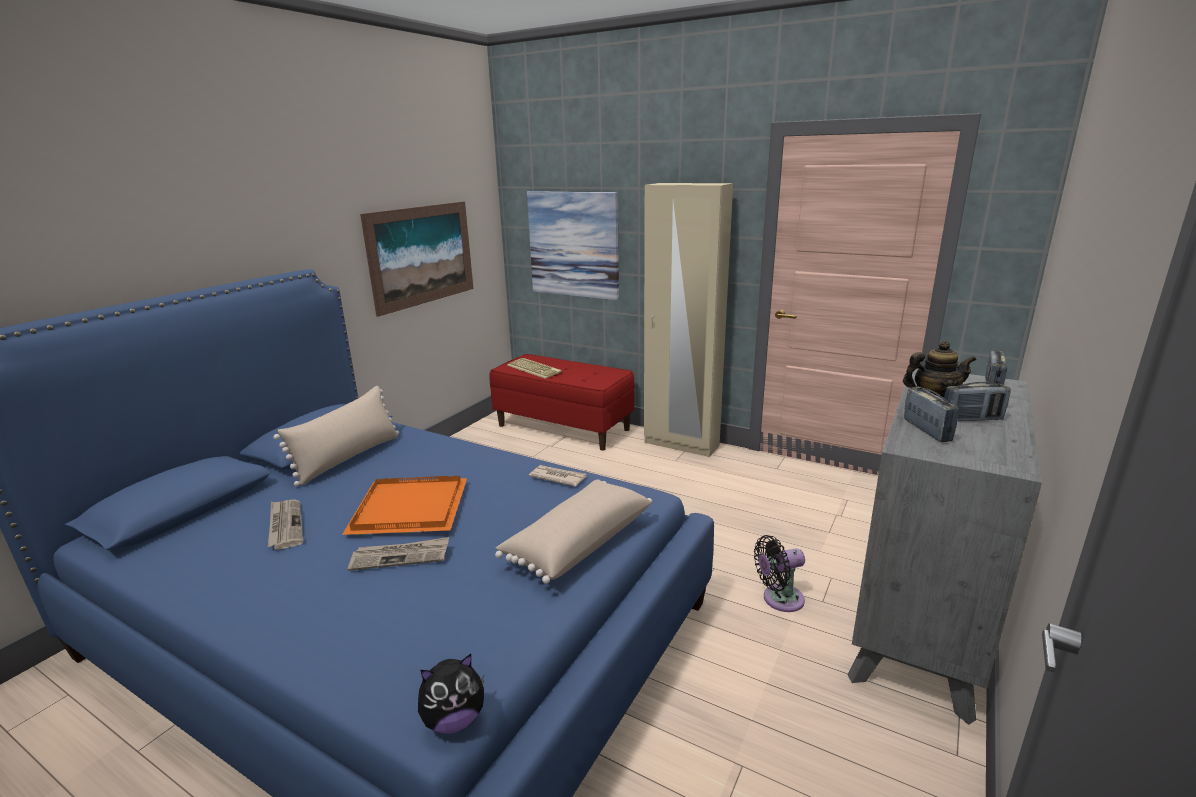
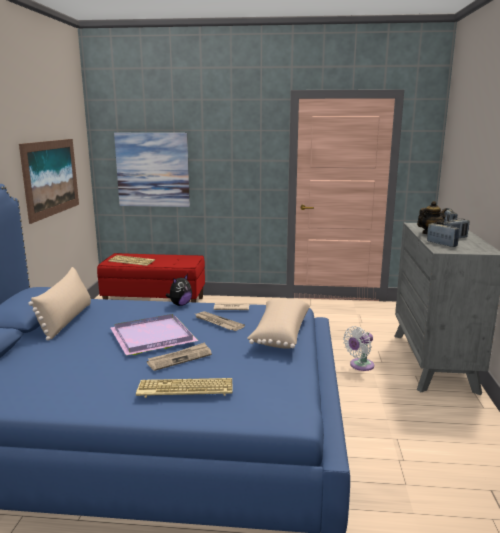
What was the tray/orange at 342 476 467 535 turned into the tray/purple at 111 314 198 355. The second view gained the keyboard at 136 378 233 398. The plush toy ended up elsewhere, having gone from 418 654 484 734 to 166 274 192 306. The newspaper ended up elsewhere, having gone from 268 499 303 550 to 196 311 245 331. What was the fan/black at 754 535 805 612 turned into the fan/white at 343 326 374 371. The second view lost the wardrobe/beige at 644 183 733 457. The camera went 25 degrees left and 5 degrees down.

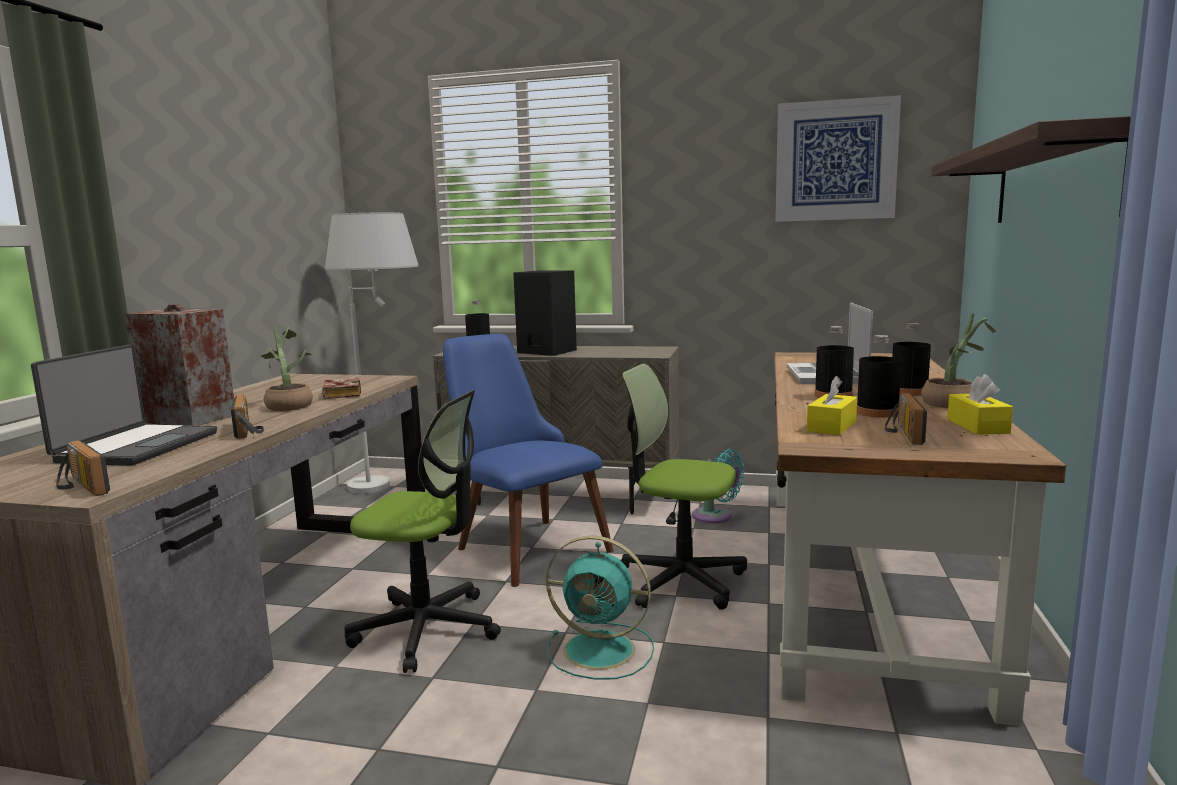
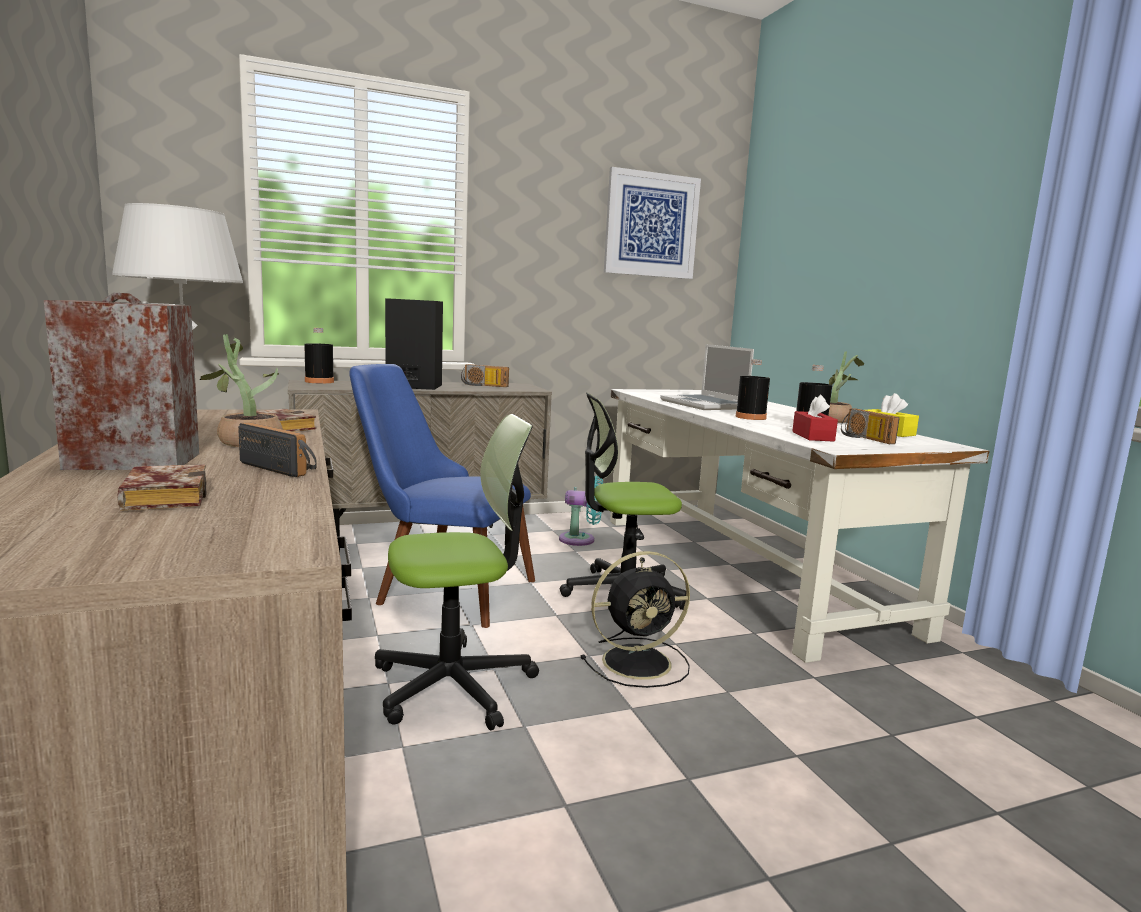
Where the laptop stood at 31 345 217 466, the book came to stand at 117 464 207 511. The radio ended up elsewhere, having gone from 56 440 110 496 to 461 364 509 387. What was the fan/turquoise at 546 536 654 679 turned into the fan/black at 580 551 690 688. What was the desk/brown at 775 352 1066 726 turned into the desk/white at 610 389 990 663. What was the tissue box/yellow at 807 376 857 435 turned into the tissue box/red at 792 395 838 442. The second view lost the bottle/black at 892 323 931 396. The second view lost the shelf at 931 116 1131 223. The camera went 35 degrees left and 0 degrees up.

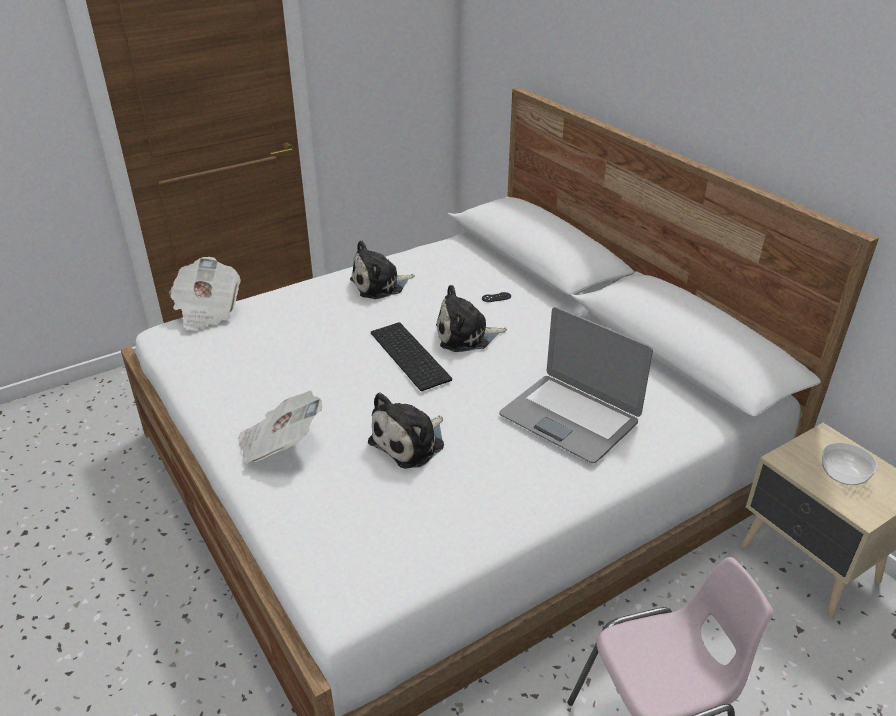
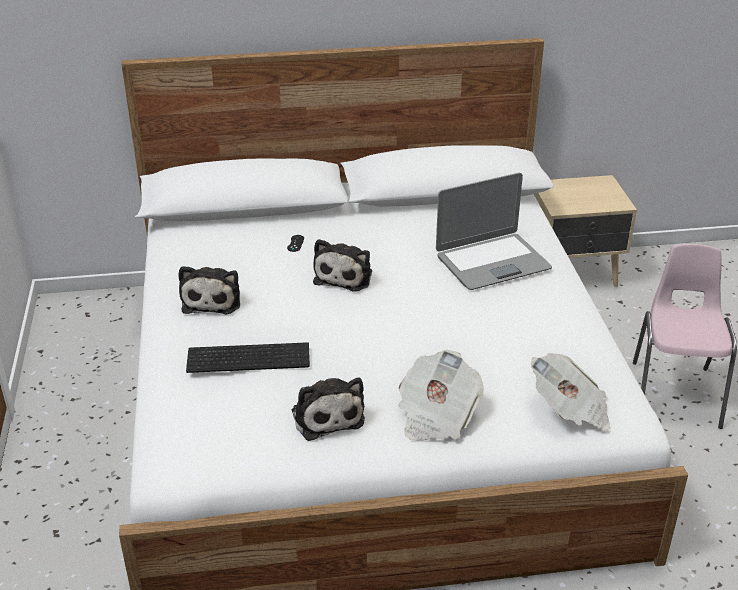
The keyboard ended up elsewhere, having gone from 371 322 452 391 to 186 342 310 373. The plush toy ended up elsewhere, having gone from 368 392 444 469 to 292 377 365 441. The newspaper ended up elsewhere, having gone from 170 257 241 330 to 531 353 611 430. The second view lost the bowl at 822 442 877 485. The camera went 65 degrees left and 0 degrees up.

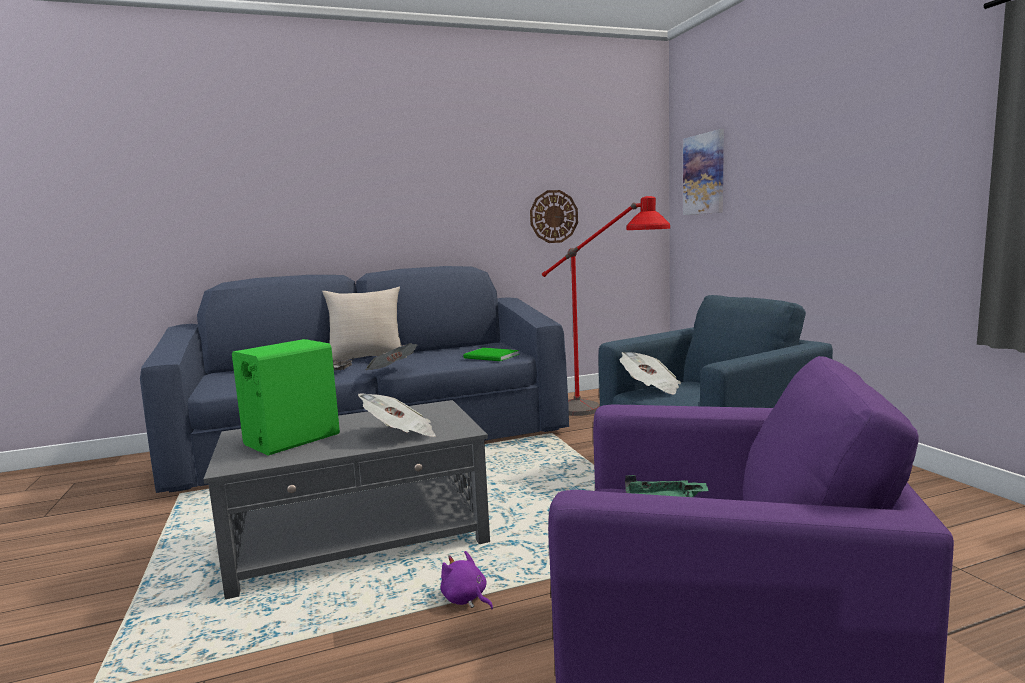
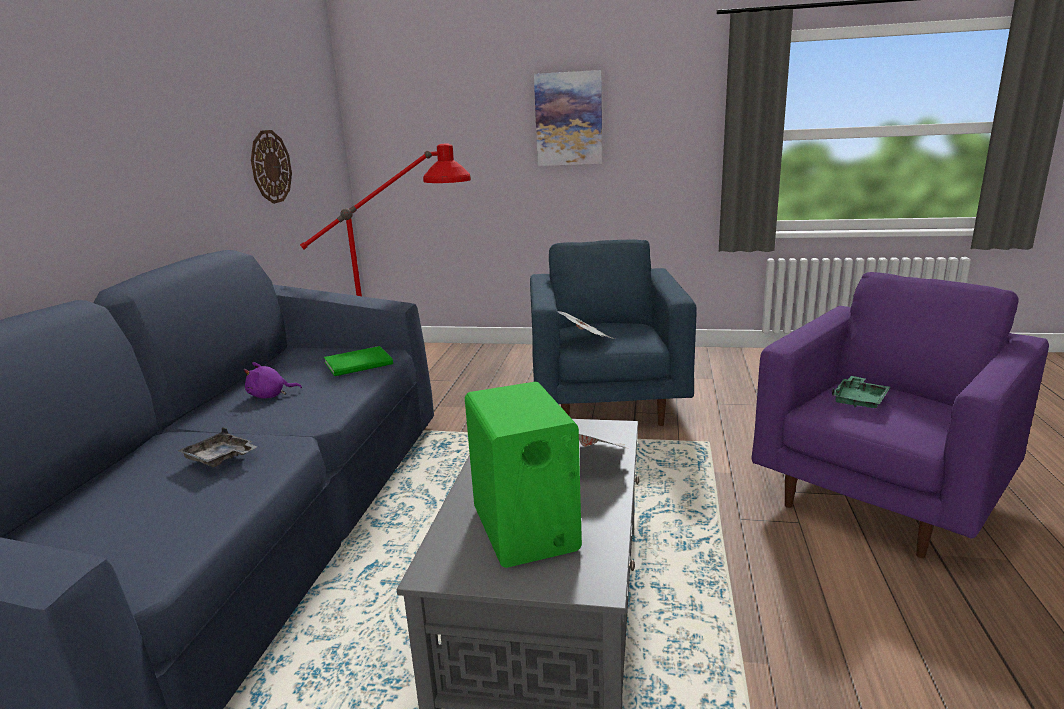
The plush toy/purple ended up elsewhere, having gone from 440 551 493 610 to 243 362 302 398. The picture ended up elsewhere, having gone from 683 129 724 215 to 534 70 602 166. The second view lost the pillow/beige at 322 286 407 361. The second view lost the newspaper at 365 343 417 370. The camera went 60 degrees left and 10 degrees up.

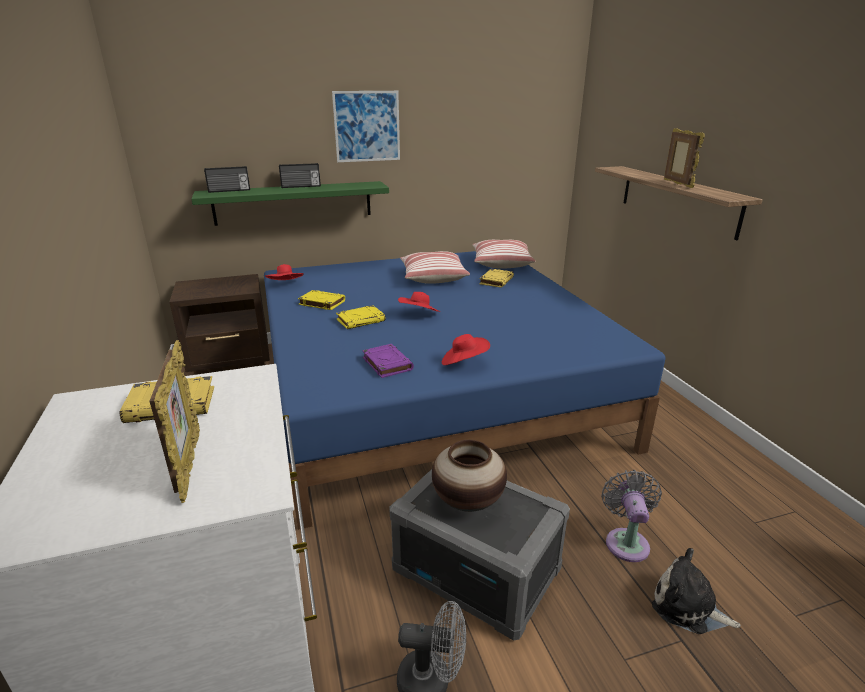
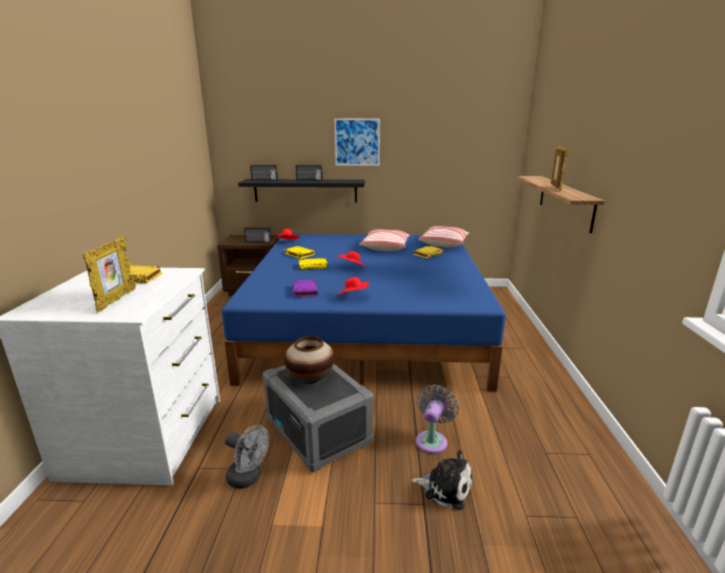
What was the shelf/green at 191 181 389 226 turned into the shelf/black at 238 179 365 202. The second view gained the radio at 244 227 272 243. The plush toy at 652 548 741 634 ended up facing another way, 150 degrees clockwise from before. The camera went 20 degrees right and 5 degrees down.

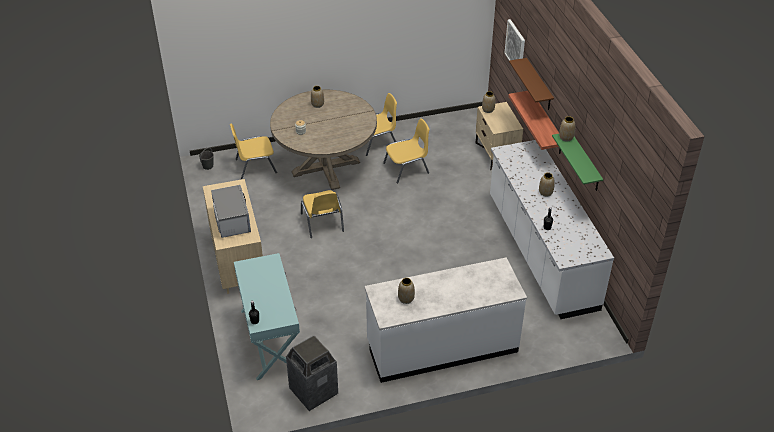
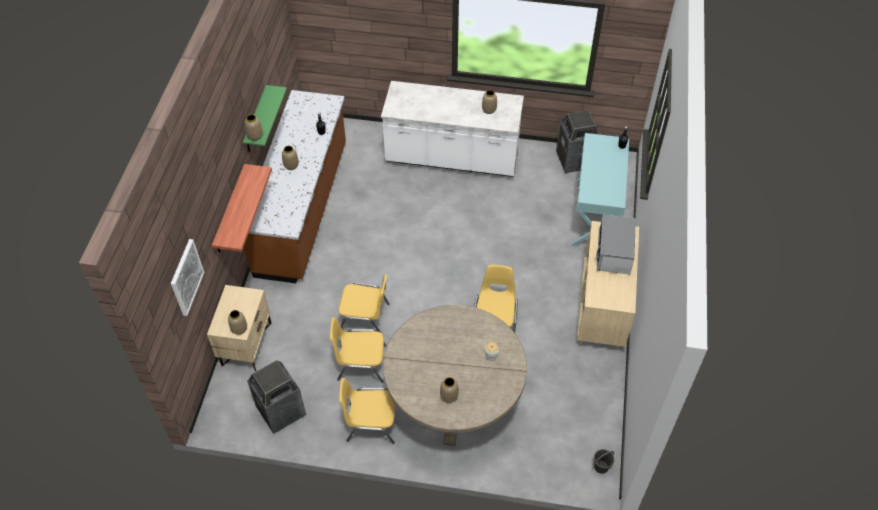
What was the counter/white at 490 140 614 319 turned into the counter/brown at 244 90 346 283. The second view gained the trash can at 247 360 306 434. The chair/yellow ended up elsewhere, having gone from 230 123 277 179 to 338 274 390 333. The second view lost the shelf/brown at 509 58 554 110. The camera went 155 degrees left and 10 degrees up.

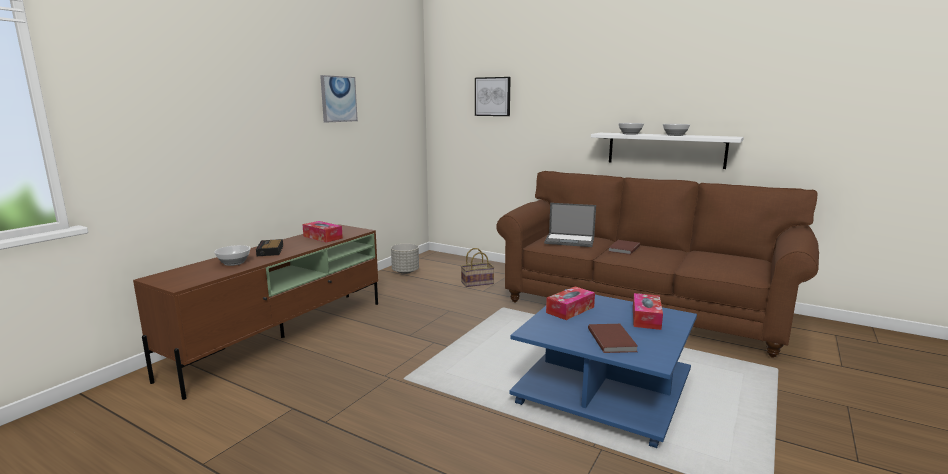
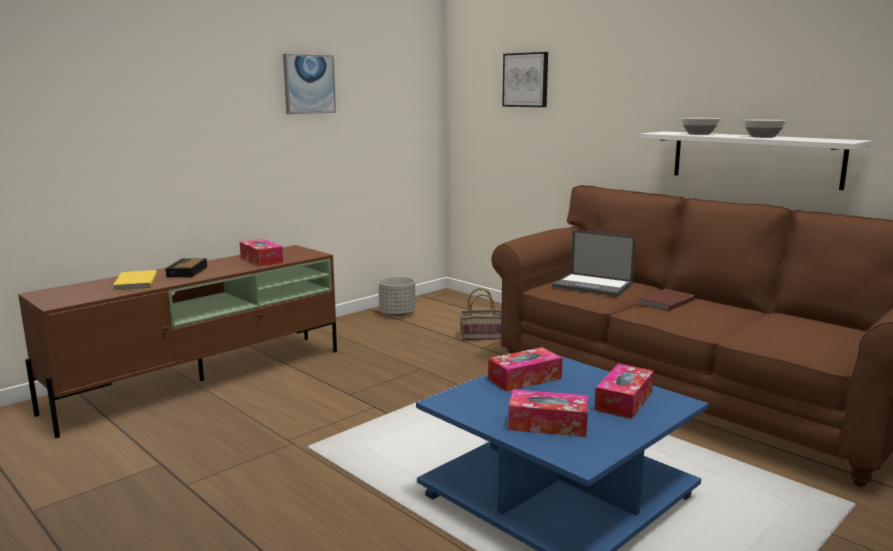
Where the bowl stood at 214 245 251 266, the book/yellow came to stand at 113 270 157 291. Where the book/brown stood at 588 324 638 353, the tissue box came to stand at 508 389 588 437. The camera went 15 degrees right and 0 degrees up.

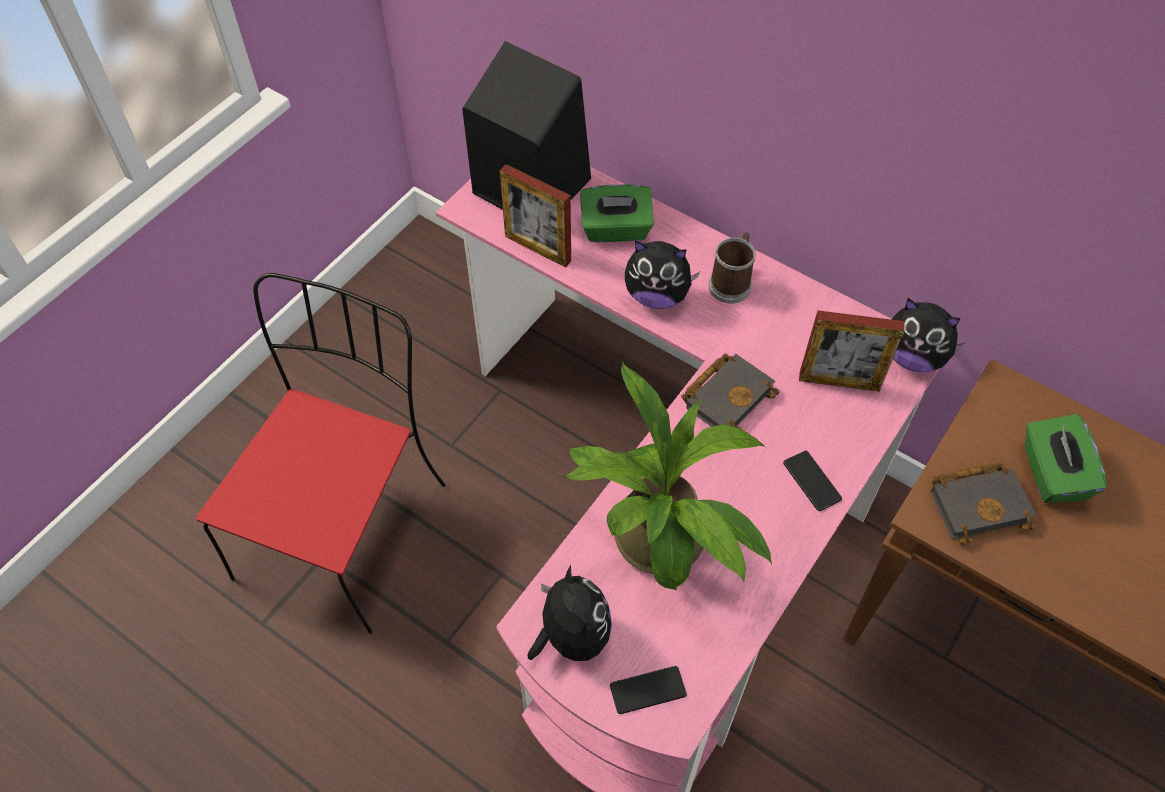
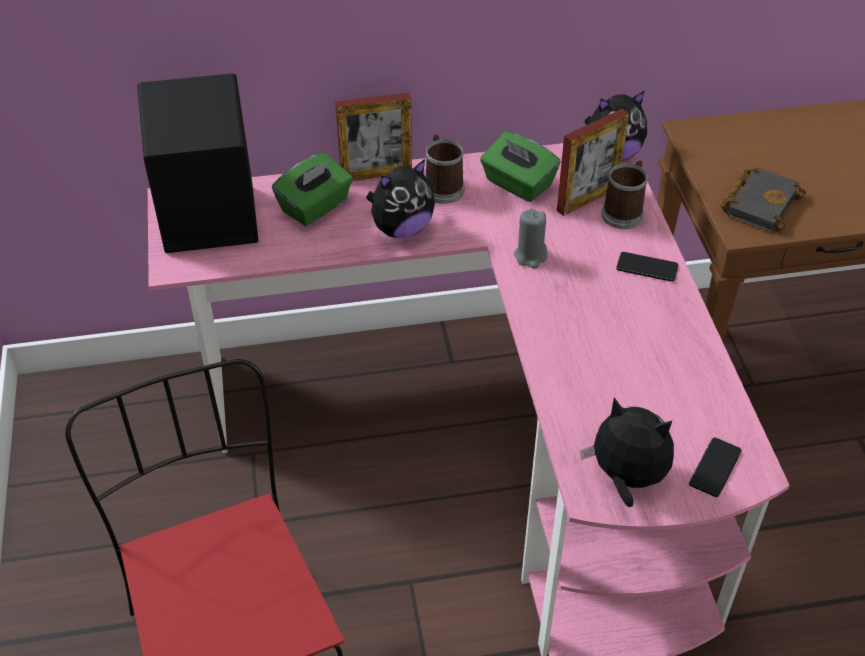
The picture frame ended up elsewhere, having gone from 499 164 571 267 to 335 93 412 181. The tissue box/green ended up elsewhere, having gone from 1024 414 1107 503 to 480 132 561 202. Where the book/black stood at 681 353 780 429, the candle/grey came to stand at 514 209 548 268. The second view gained the mug at 601 160 648 229. The second view lost the potted plant at 563 362 772 590. The camera went 45 degrees left and 10 degrees down.

